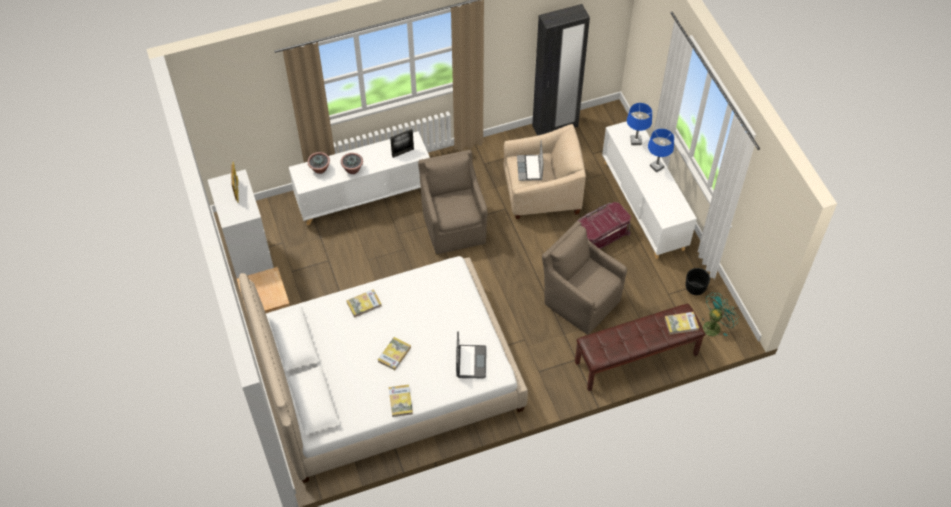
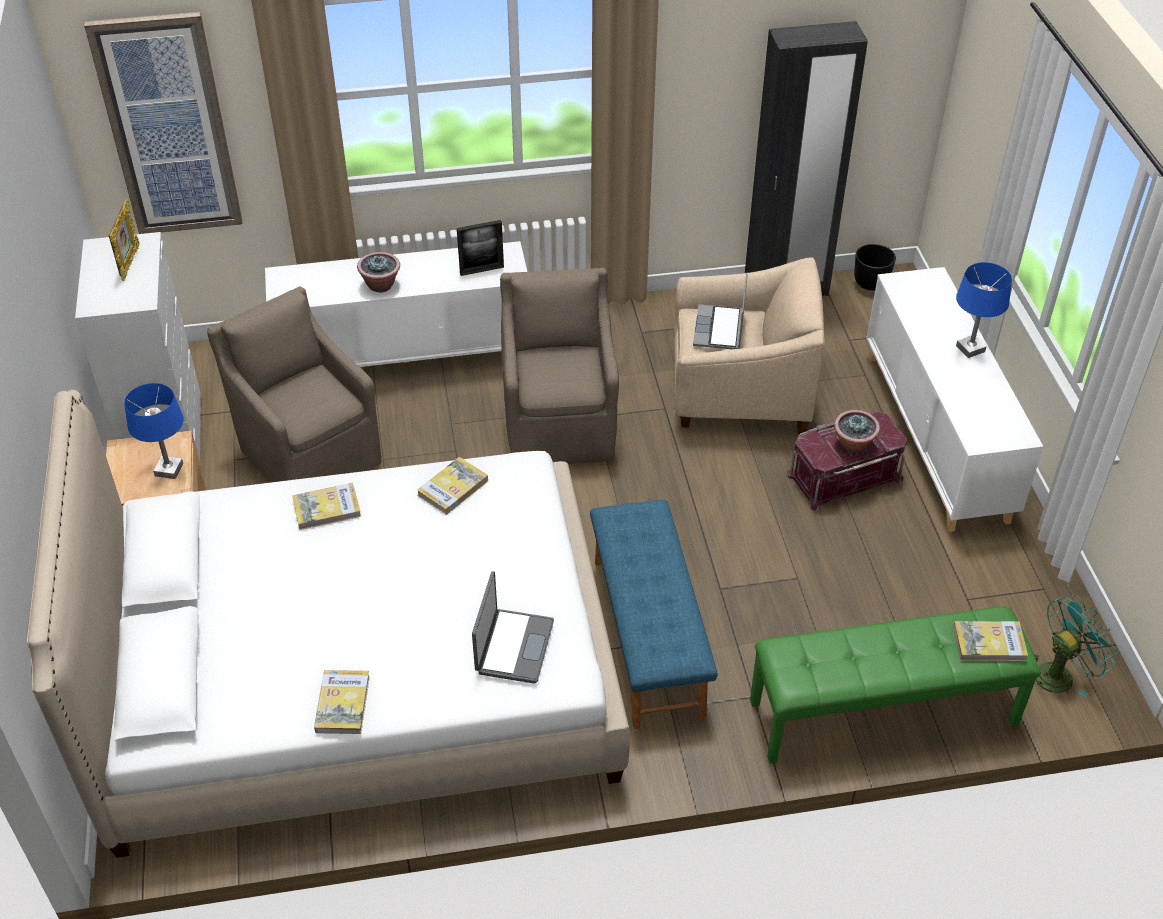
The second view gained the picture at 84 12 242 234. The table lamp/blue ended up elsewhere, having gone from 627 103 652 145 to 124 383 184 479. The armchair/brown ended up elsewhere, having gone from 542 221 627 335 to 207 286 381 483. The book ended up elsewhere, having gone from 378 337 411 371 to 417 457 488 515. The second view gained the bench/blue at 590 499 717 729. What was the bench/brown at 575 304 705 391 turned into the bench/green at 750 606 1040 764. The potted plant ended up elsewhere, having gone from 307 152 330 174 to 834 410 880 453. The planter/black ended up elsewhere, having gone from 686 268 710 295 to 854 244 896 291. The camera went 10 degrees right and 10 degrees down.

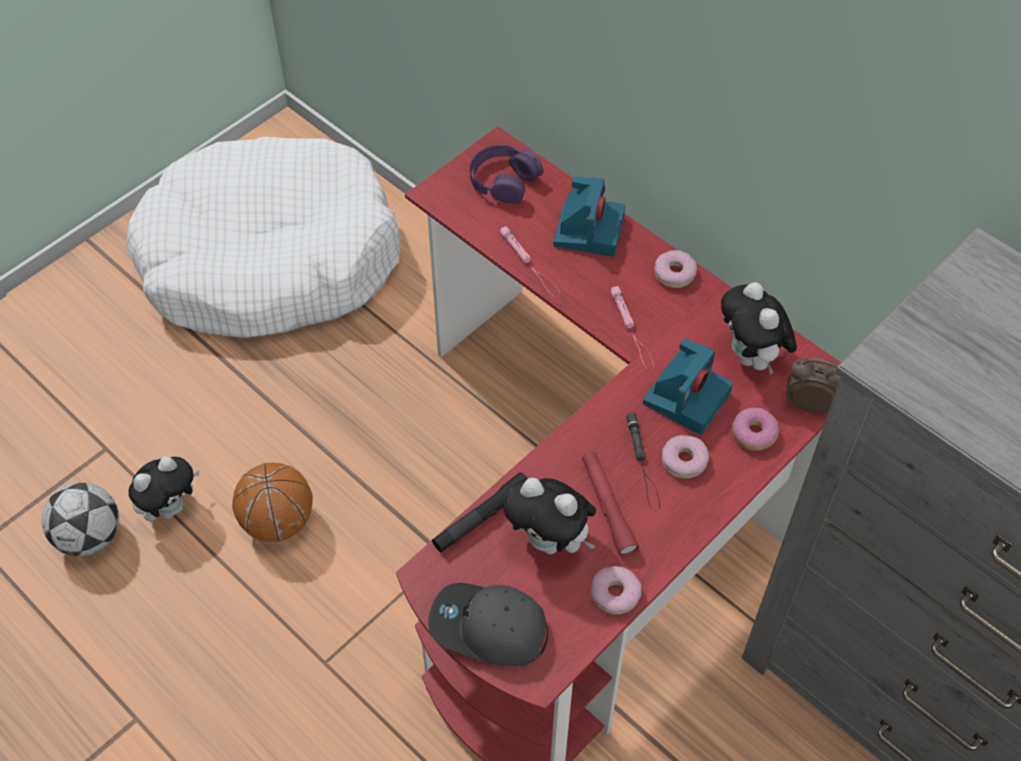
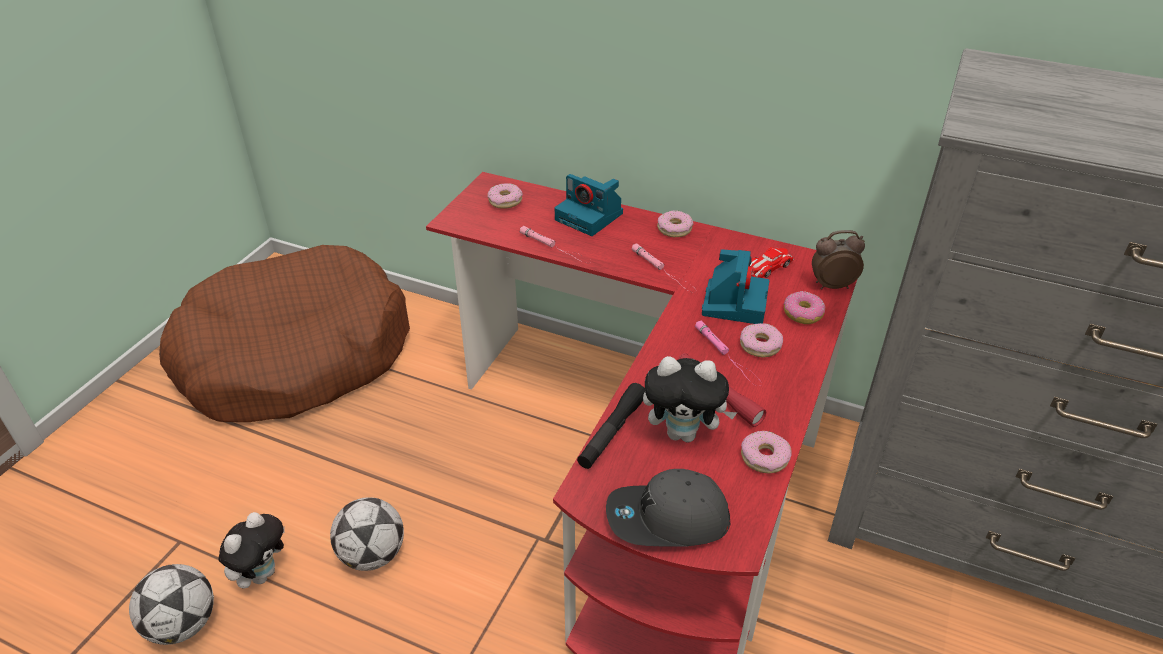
What was the dog bed/white at 126 136 401 338 turned into the dog bed/brown at 159 245 410 422. Where the basketball stood at 232 463 313 542, the football came to stand at 330 497 404 571. Where the headphones/purple stood at 469 145 543 204, the donut came to stand at 487 183 523 209. The photo camera at 553 176 625 257 ended up facing another way, 135 degrees clockwise from before. What was the flashlight/black at 626 413 660 511 turned into the flashlight/pink at 695 320 758 383. Where the plush toy stood at 721 282 797 375, the toy car came to stand at 750 247 794 278. The camera went 20 degrees left and 15 degrees down.

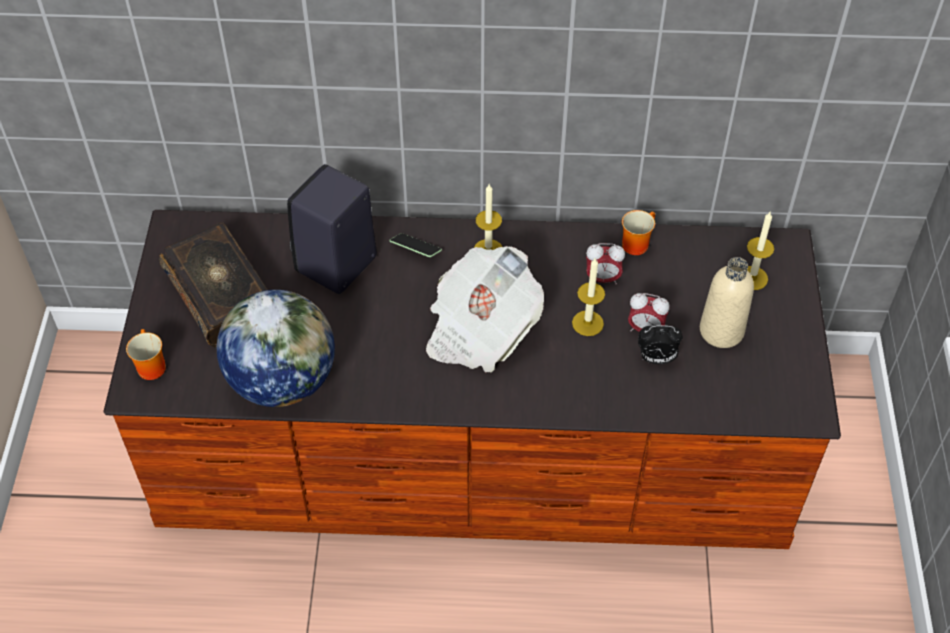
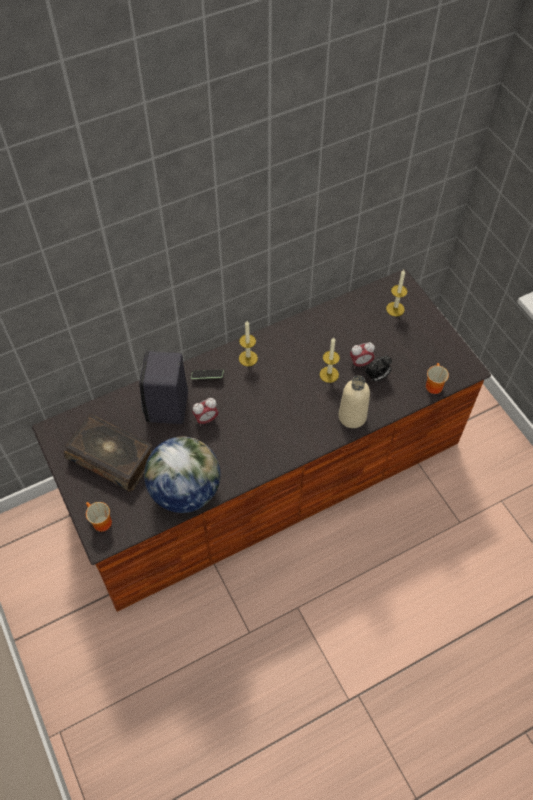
The alarm clock ended up elsewhere, having gone from 586 243 625 284 to 192 398 218 426. The bottle/beige ended up elsewhere, having gone from 700 257 754 348 to 338 375 370 428. The mug ended up elsewhere, having gone from 622 210 655 255 to 426 363 449 394. The second view lost the newspaper at 426 246 544 373. The camera went 30 degrees left and 5 degrees up.

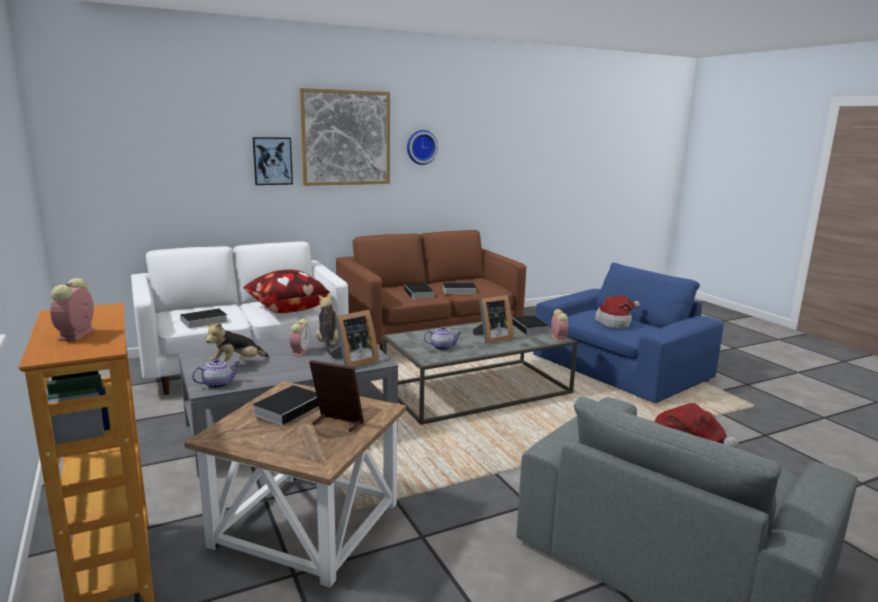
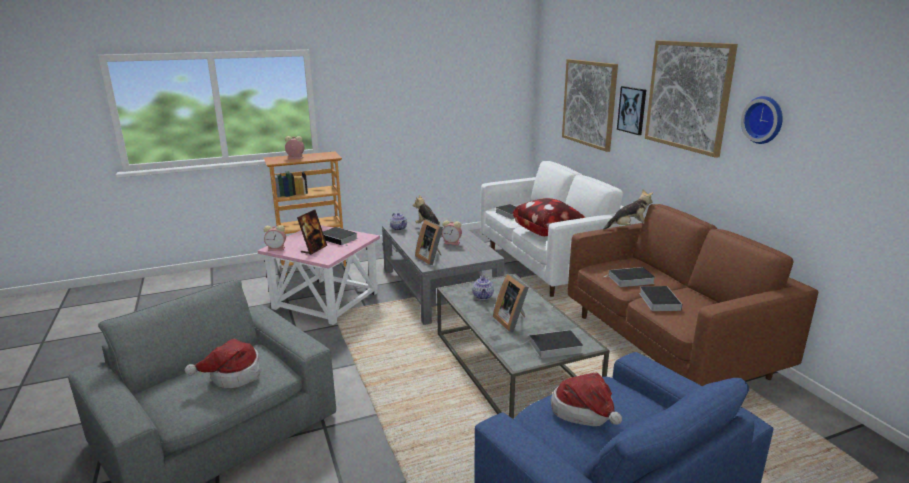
What was the side table/brown at 184 381 406 588 turned into the side table/pink at 257 225 380 325. The alarm clock ended up elsewhere, having gone from 551 309 568 342 to 264 225 286 251. The second view gained the picture at 562 59 618 152. The plush toy ended up elsewhere, having gone from 316 293 339 355 to 603 189 653 230. The camera went 95 degrees right and 5 degrees up.

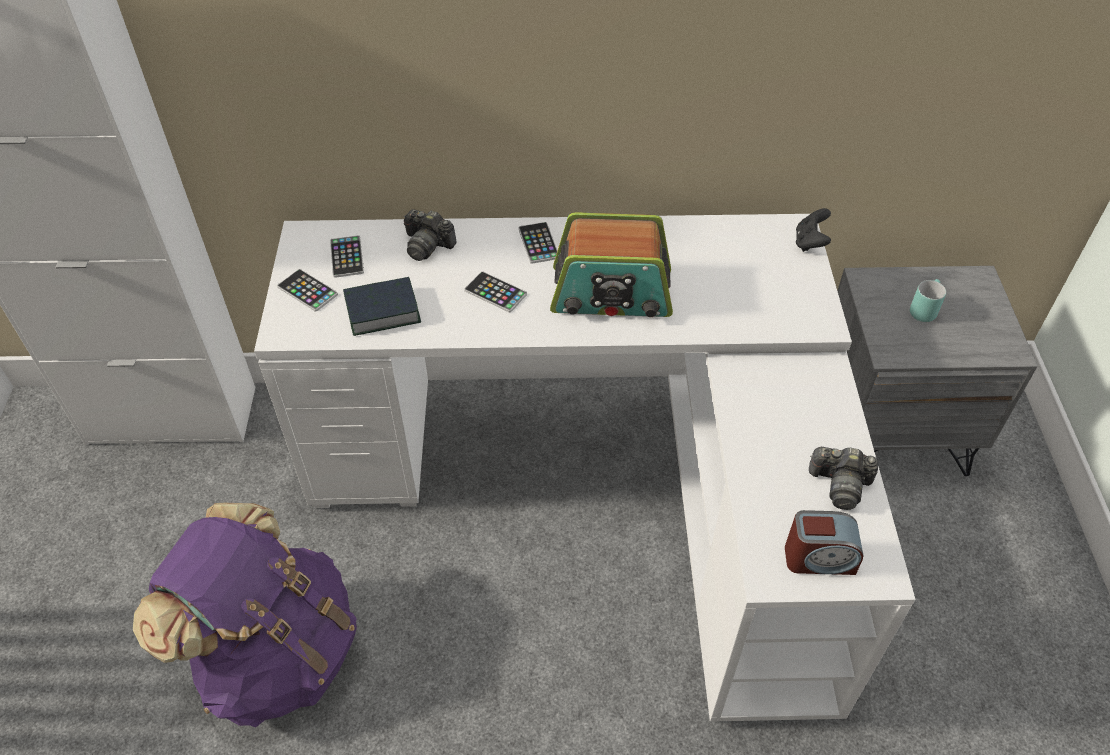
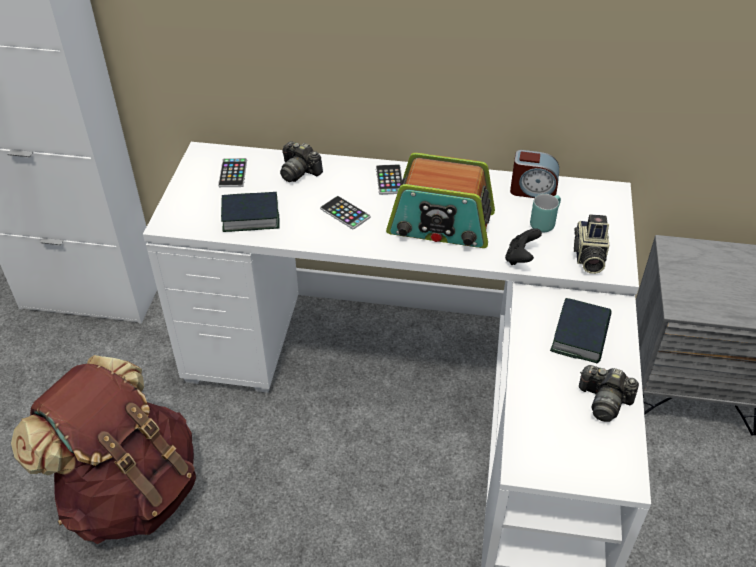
What was the backpack/purple at 133 503 357 727 turned into the backpack/brown at 11 355 196 544. The game controller/black ended up elsewhere, having gone from 796 208 831 252 to 505 228 542 265. The alarm clock ended up elsewhere, having gone from 785 510 863 575 to 510 150 559 198. The mug/turquoise ended up elsewhere, having gone from 910 279 946 322 to 530 194 561 232. The second view gained the book at 550 298 611 363. The second view gained the photo camera at 574 214 609 274. The second view lost the phone at 277 269 338 312. The camera went 10 degrees right and 5 degrees down.

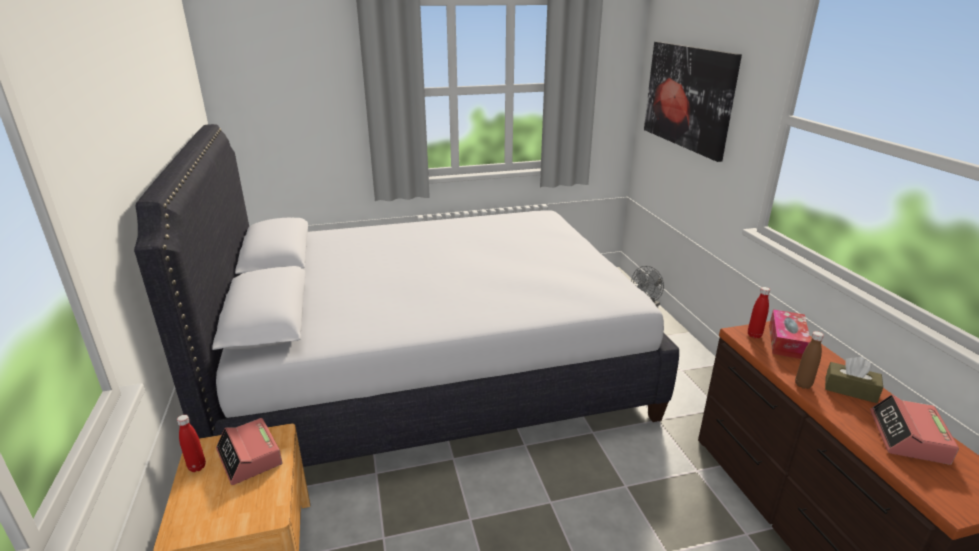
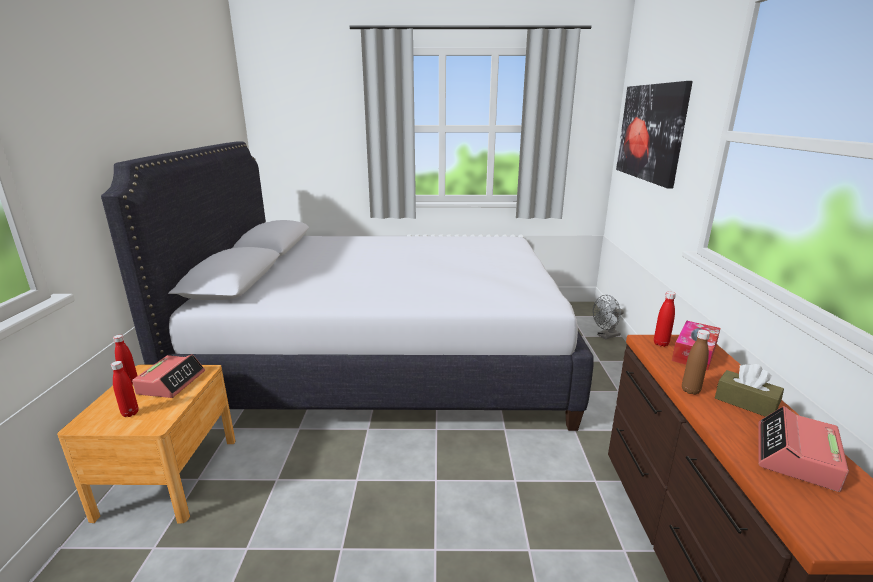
The second view gained the bottle/red at 111 361 138 417. The alarm clock at 216 418 282 485 ended up facing another way, 150 degrees counterclockwise from before. The camera went 15 degrees right and 5 degrees down.

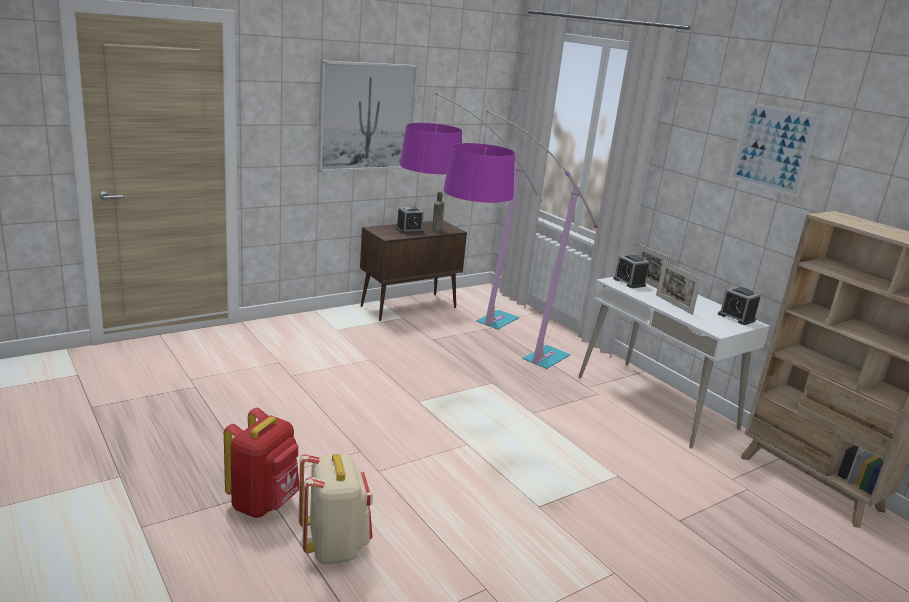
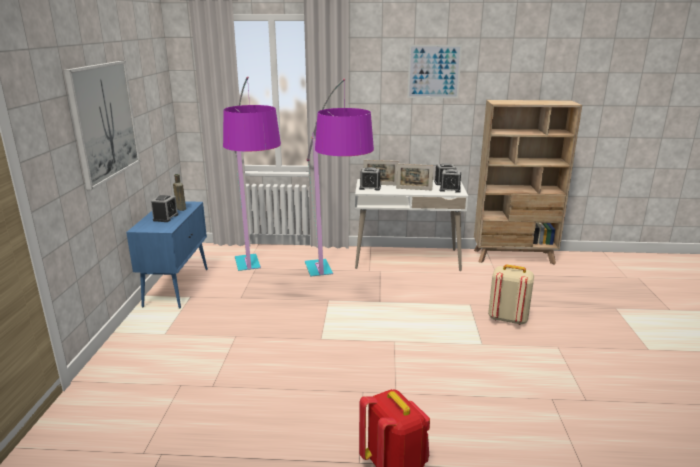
What was the cabinet/brown at 360 220 467 321 turned into the cabinet/blue at 126 201 208 309. The second view gained the alarm clock at 440 169 461 193. The backpack/beige ended up elsewhere, having gone from 299 453 373 565 to 488 265 534 325. The camera went 50 degrees left and 0 degrees up.

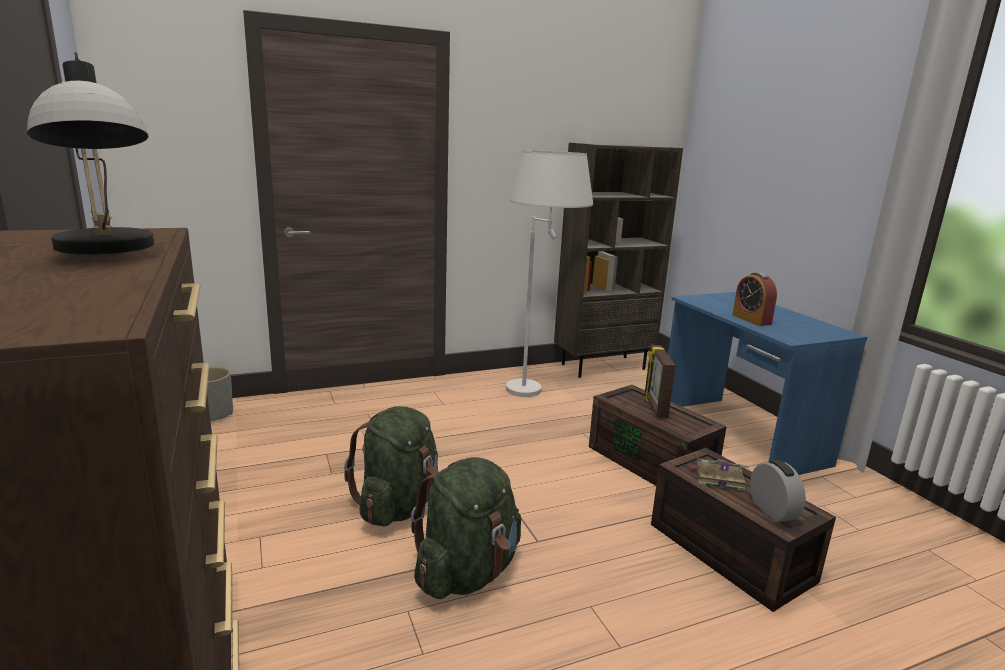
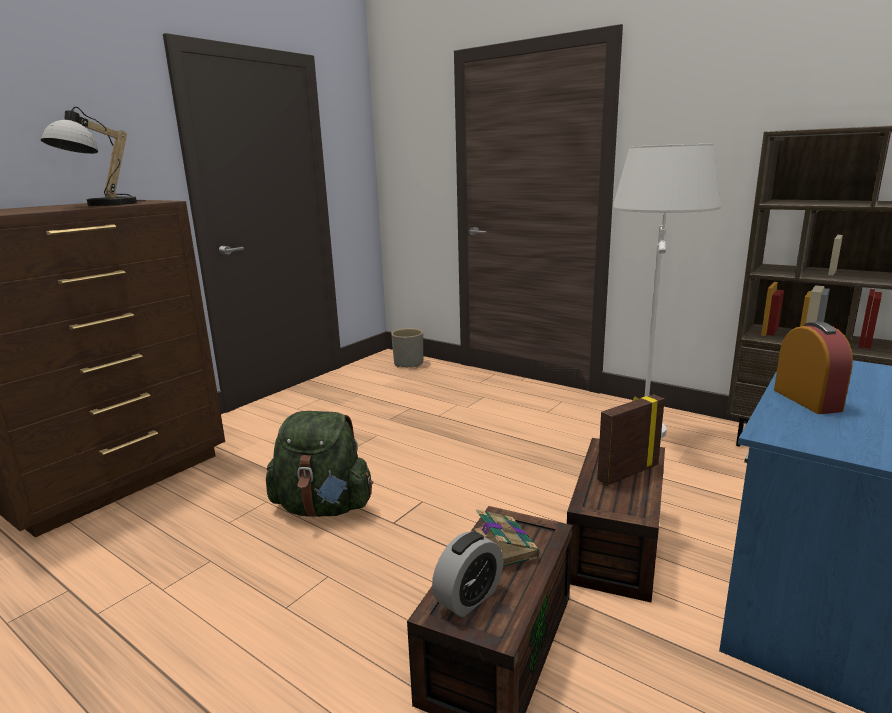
The alarm clock at 732 272 777 326 ended up facing another way, 135 degrees clockwise from before. The second view lost the backpack/green at 344 406 439 526. The camera went 60 degrees right and 0 degrees up.

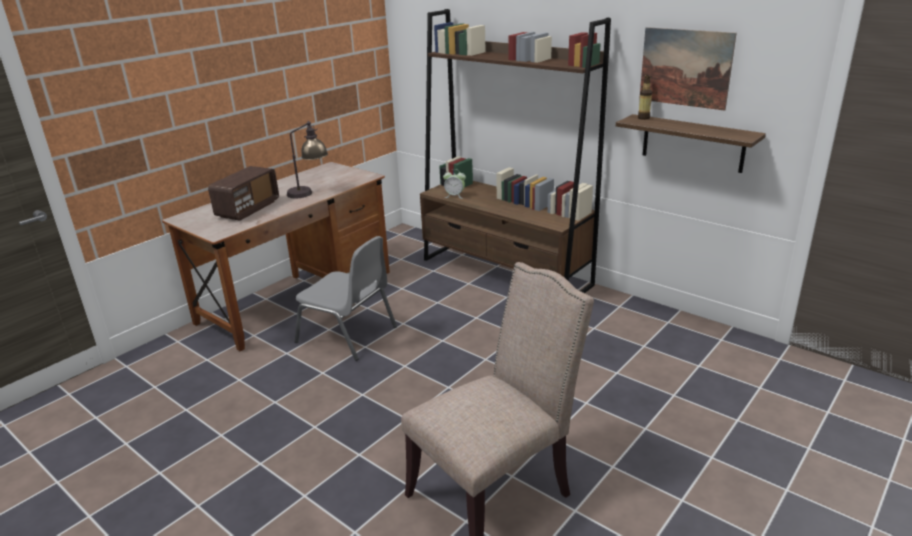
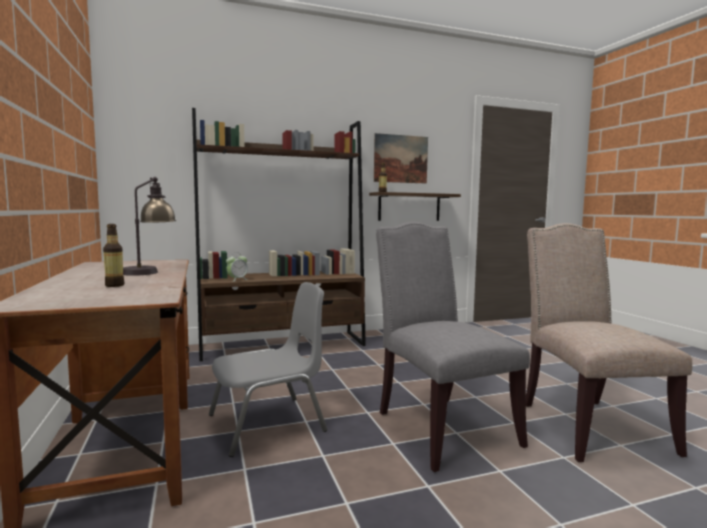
Where the radio stood at 208 166 279 221, the bottle came to stand at 103 224 124 287. The second view gained the chair/grey at 376 222 530 472. The camera went 60 degrees left and 20 degrees down.

